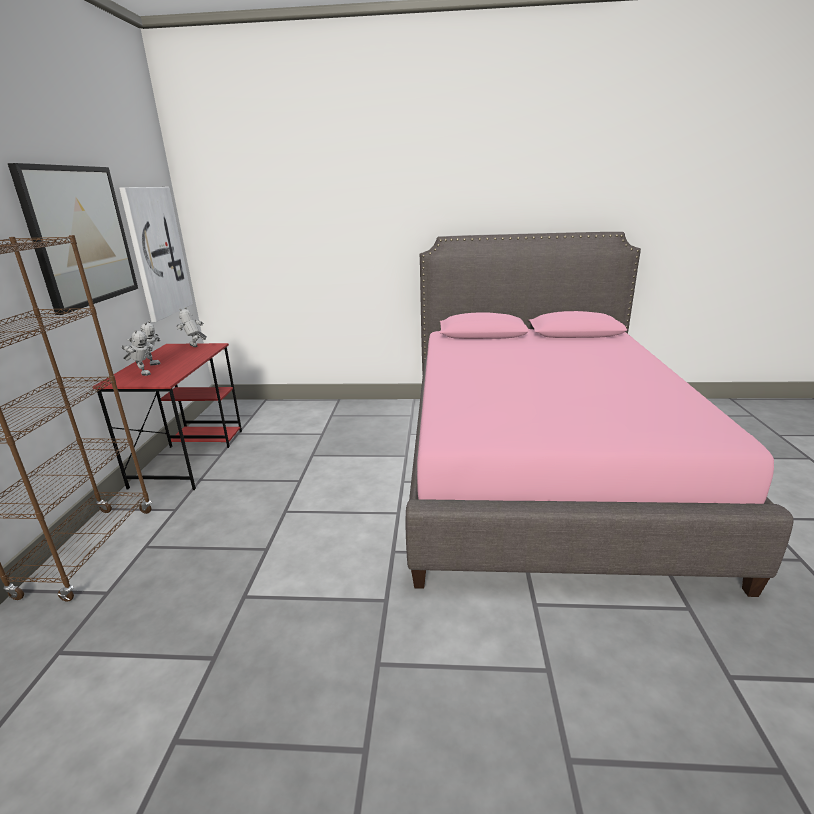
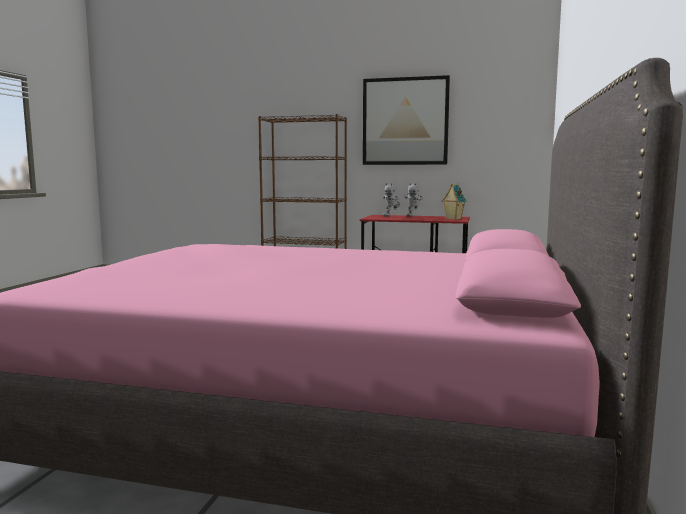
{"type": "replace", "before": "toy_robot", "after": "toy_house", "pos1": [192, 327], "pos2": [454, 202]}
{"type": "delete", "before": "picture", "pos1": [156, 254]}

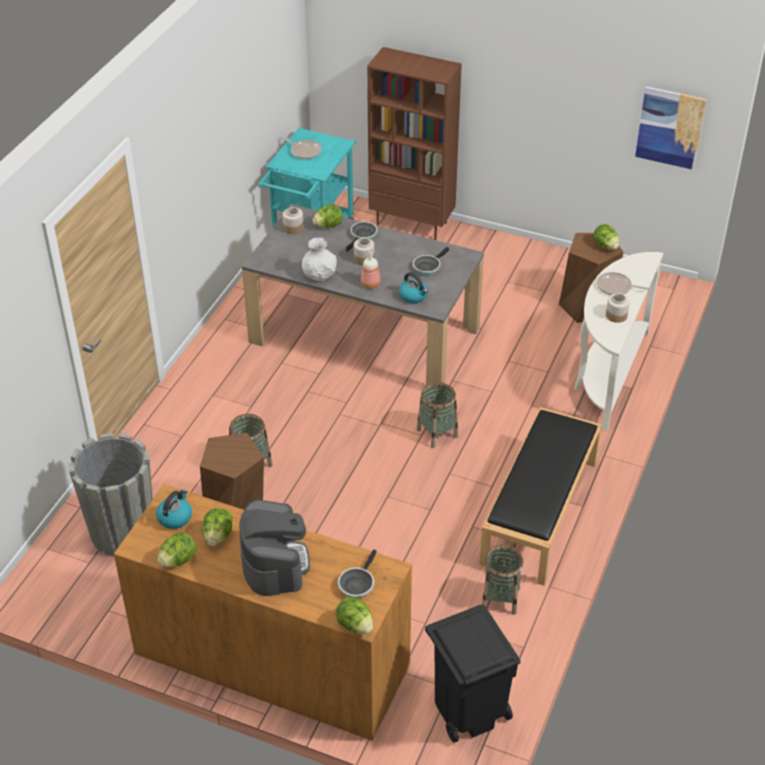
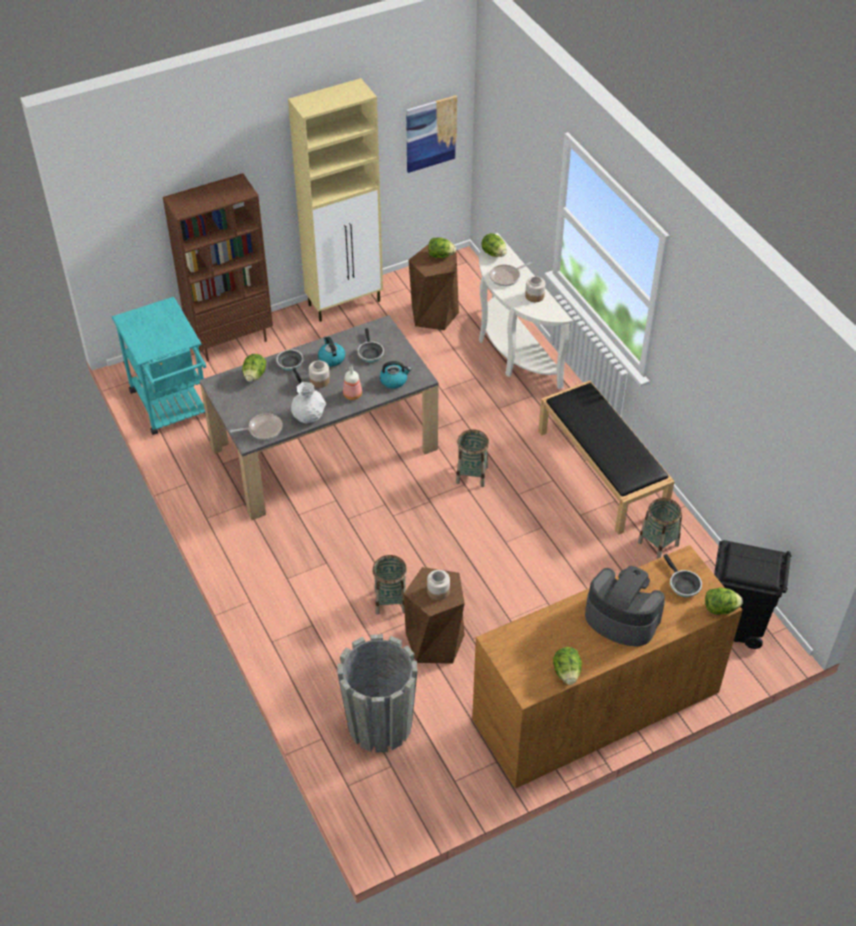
{"type": "move", "before": "frying_pan", "pos1": [301, 148], "pos2": [256, 426]}
{"type": "insert", "after": "beige_cabinet", "pos2": [335, 200]}
{"type": "move", "before": "kettle", "pos1": [174, 509], "pos2": [331, 351]}
{"type": "move", "before": "jar", "pos1": [293, 220], "pos2": [438, 585]}
{"type": "move", "before": "lettuce", "pos1": [217, 527], "pos2": [494, 245]}

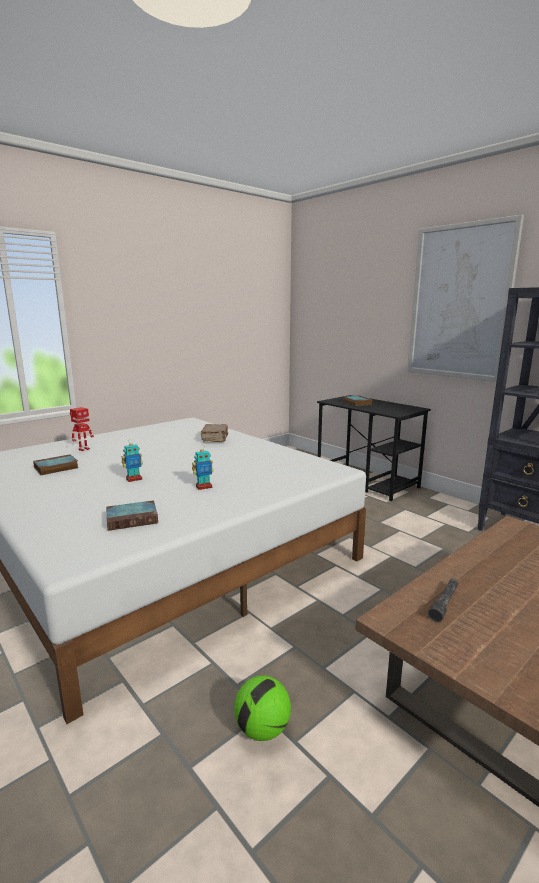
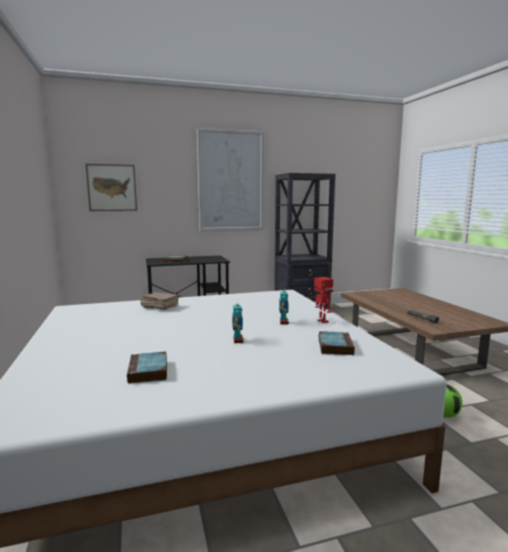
{"type": "insert", "after": "picture", "pos2": [111, 187]}
{"type": "move", "before": "toy_robot", "pos1": [82, 429], "pos2": [323, 300]}

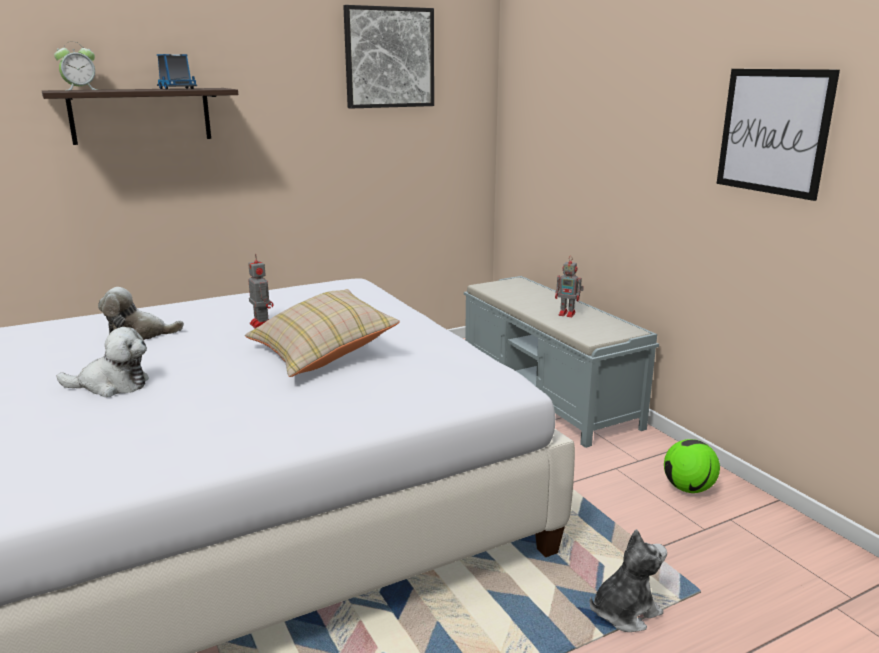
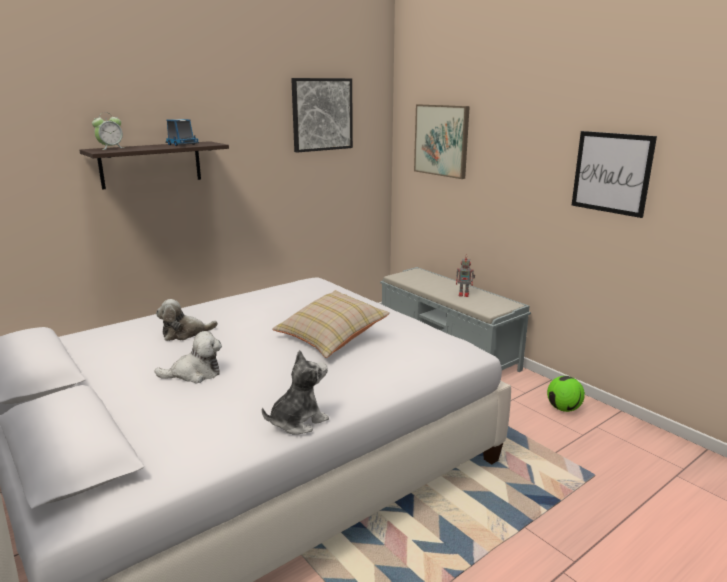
{"type": "move", "before": "plush_toy", "pos1": [628, 580], "pos2": [295, 392]}
{"type": "insert", "after": "picture", "pos2": [442, 141]}
{"type": "delete", "before": "toy_robot", "pos1": [261, 291]}

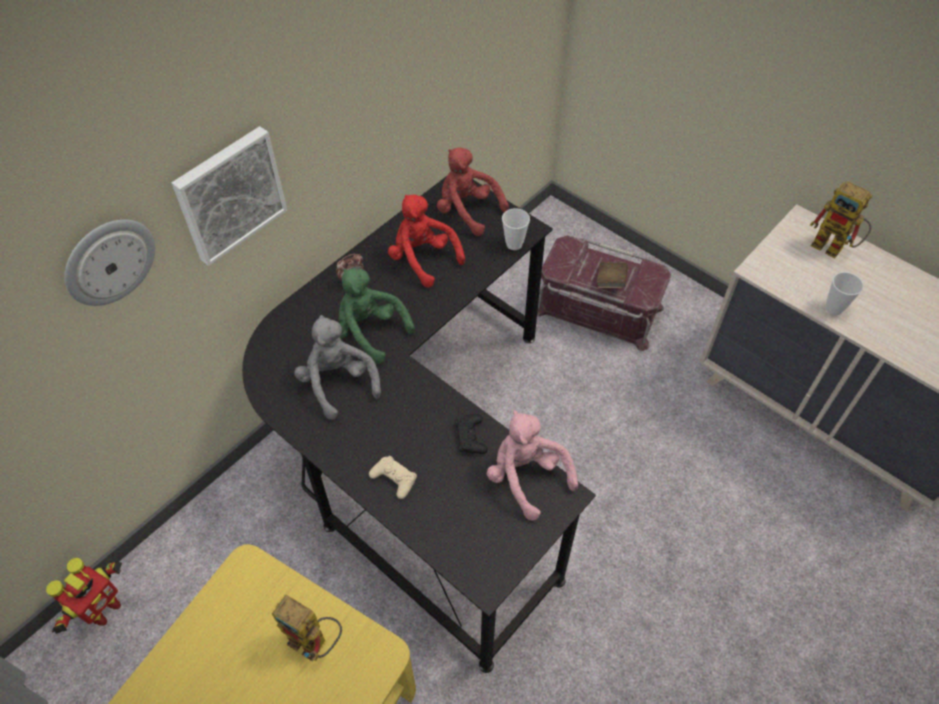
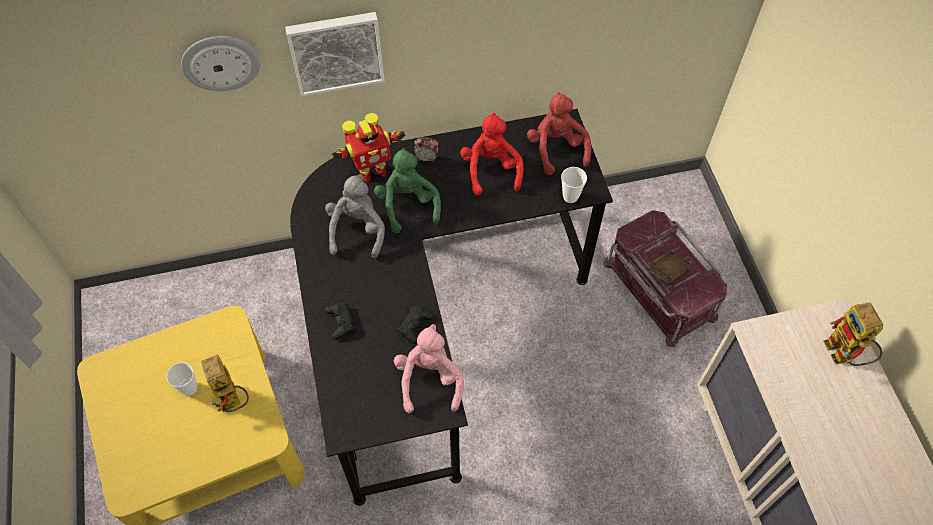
{"type": "move", "before": "cup", "pos1": [844, 293], "pos2": [181, 379]}
{"type": "recolor", "before": "beige_game_controller", "after": "black_game_controller", "pos1": [393, 477], "pos2": [340, 321]}
{"type": "move", "before": "toy_robot", "pos1": [84, 596], "pos2": [369, 147]}

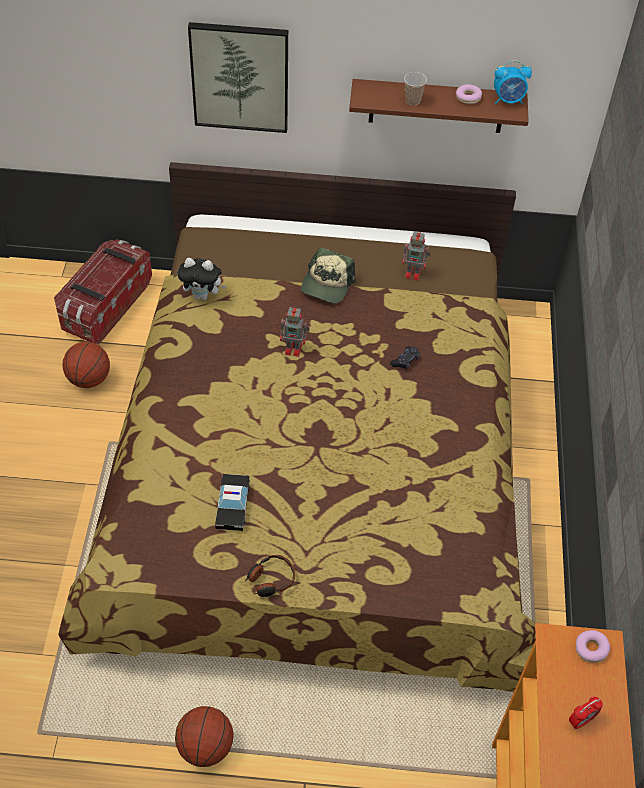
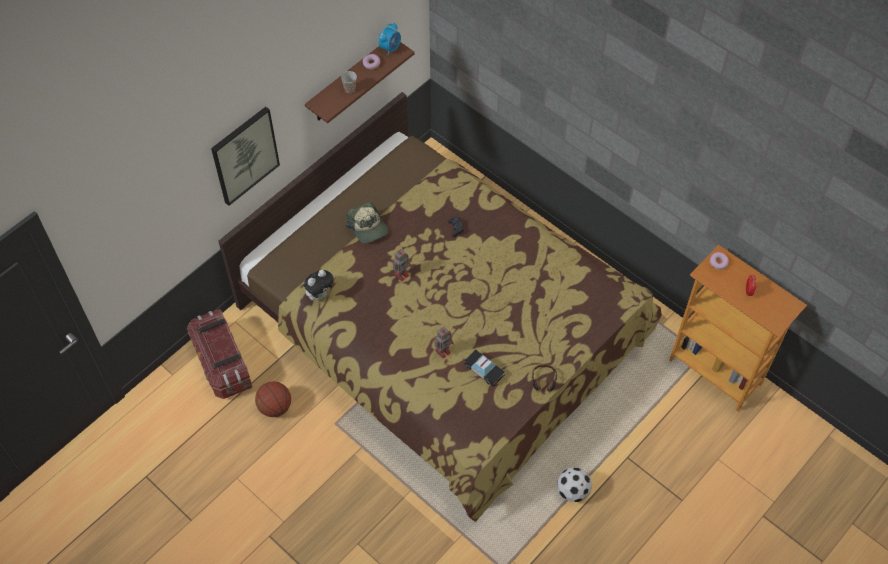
{"type": "move", "before": "toy_robot", "pos1": [416, 255], "pos2": [444, 342]}
{"type": "replace", "before": "basketball", "after": "football", "pos1": [204, 736], "pos2": [574, 485]}

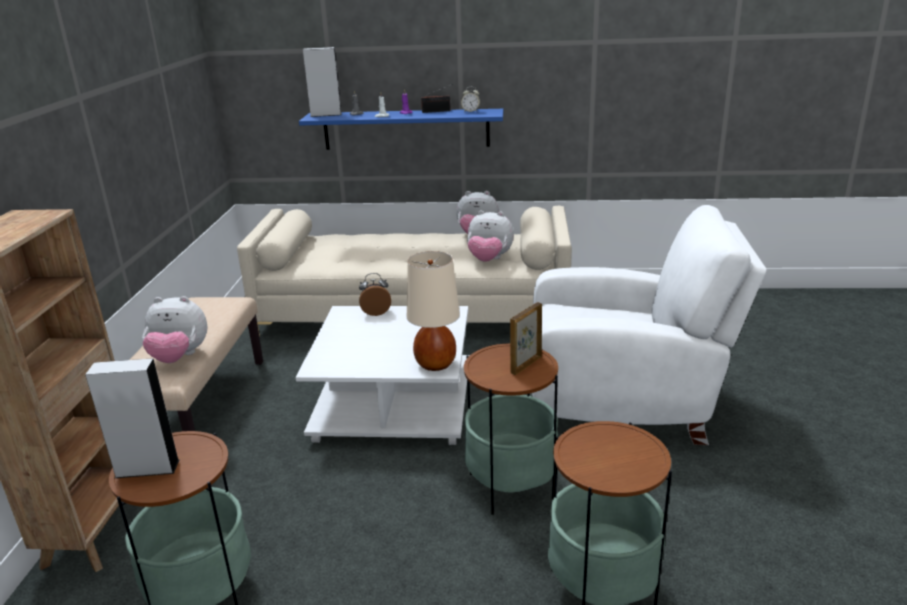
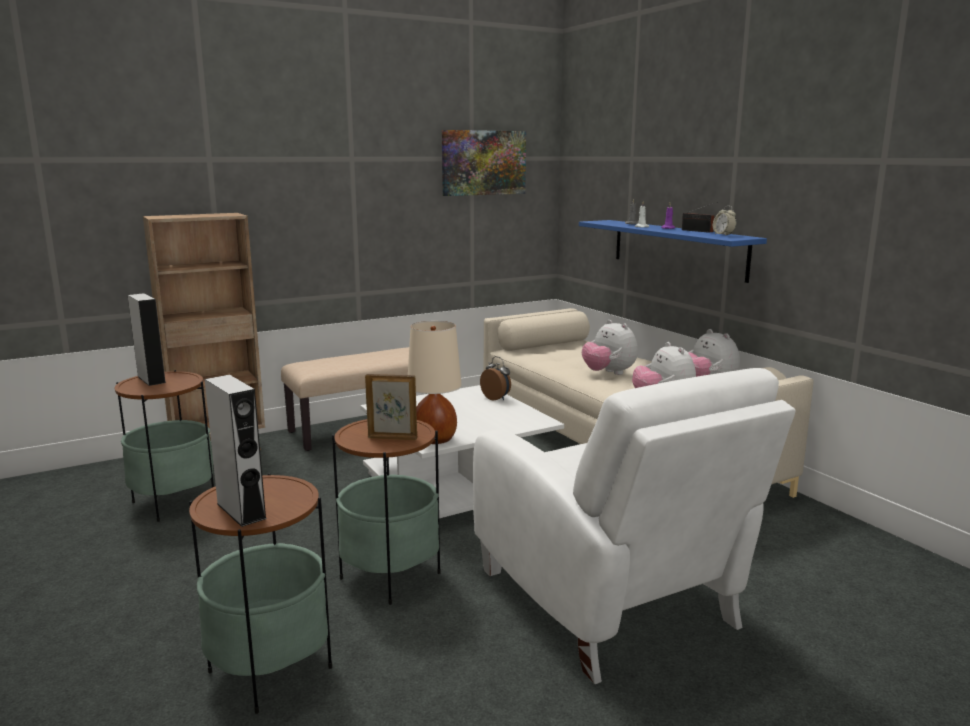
{"type": "move", "before": "grey_speaker", "pos1": [322, 82], "pos2": [236, 451]}
{"type": "insert", "after": "picture", "pos2": [484, 163]}
{"type": "move", "before": "plush_toy", "pos1": [174, 329], "pos2": [610, 347]}

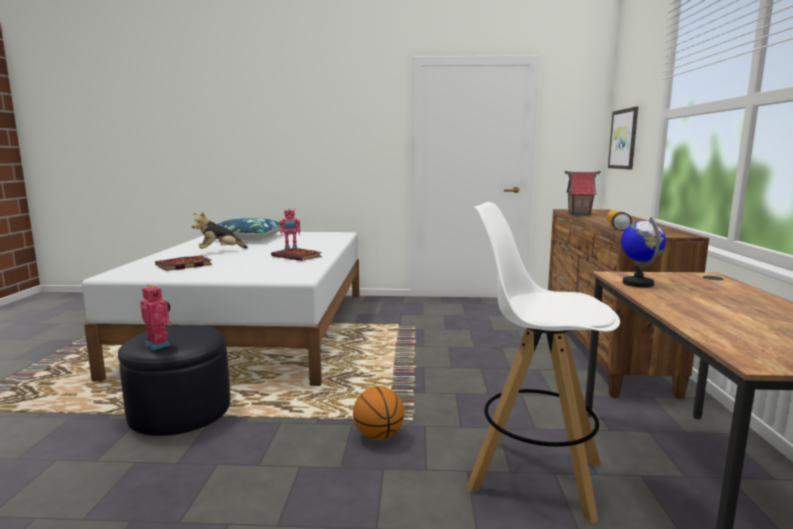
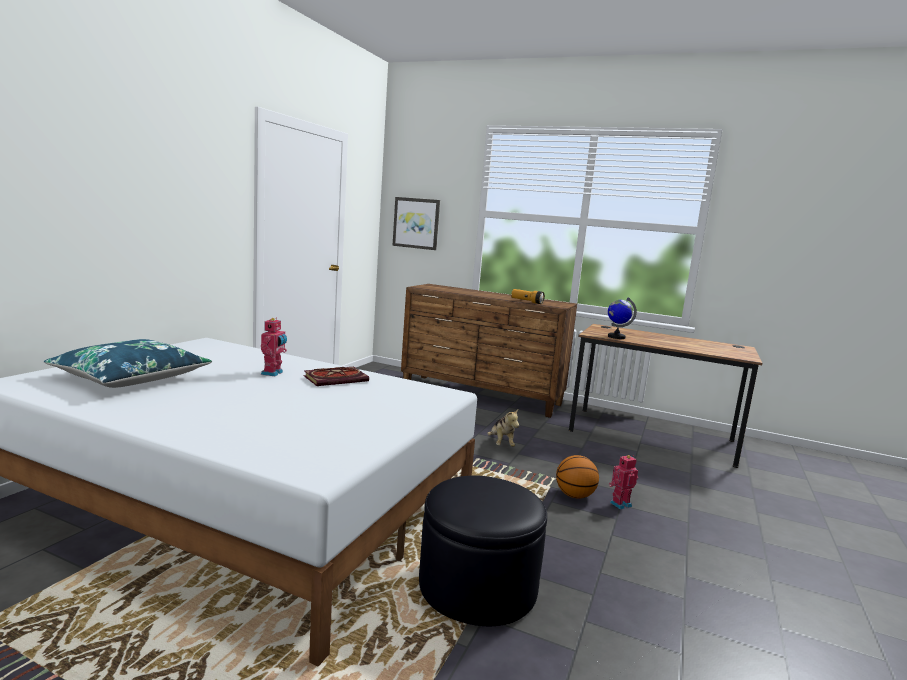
{"type": "move", "before": "plush_toy", "pos1": [220, 230], "pos2": [503, 427]}
{"type": "move", "before": "toy_robot", "pos1": [156, 317], "pos2": [623, 482]}
{"type": "delete", "before": "book", "pos1": [183, 263]}
{"type": "delete", "before": "white_stool", "pos1": [543, 362]}
{"type": "delete", "before": "toy_house", "pos1": [583, 193]}

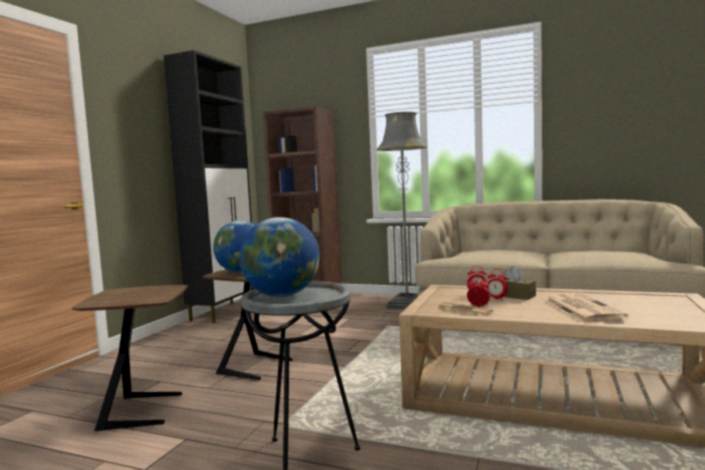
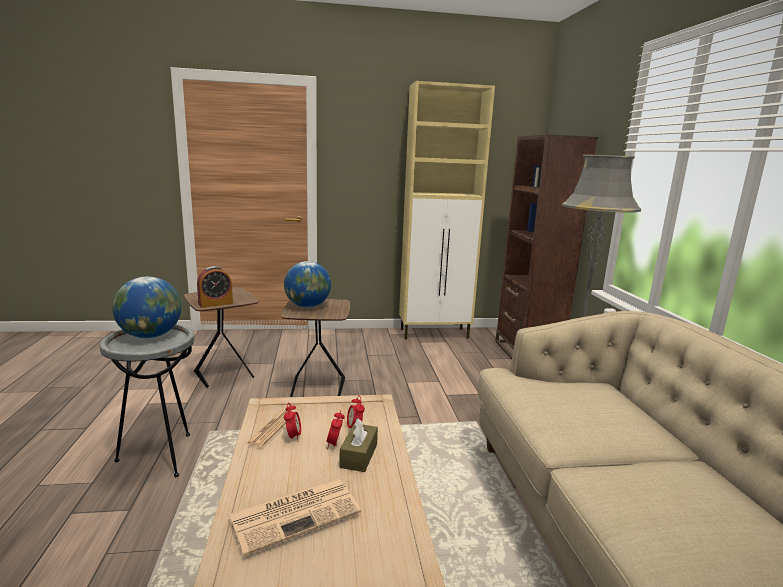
{"type": "insert", "after": "alarm_clock", "pos2": [215, 287]}
{"type": "recolor", "before": "black_cabinet", "after": "beige_cabinet", "pos1": [209, 186], "pos2": [447, 210]}

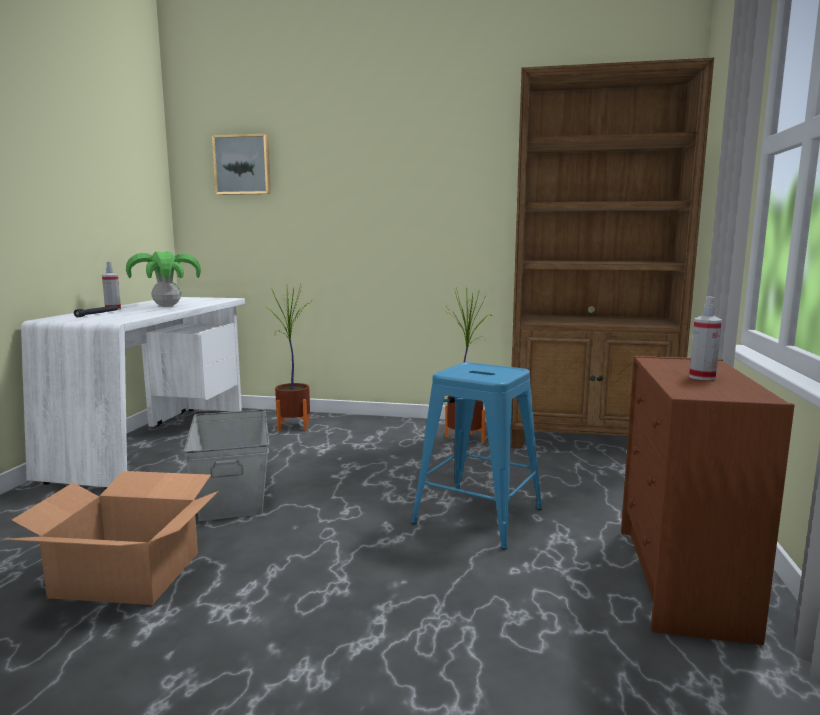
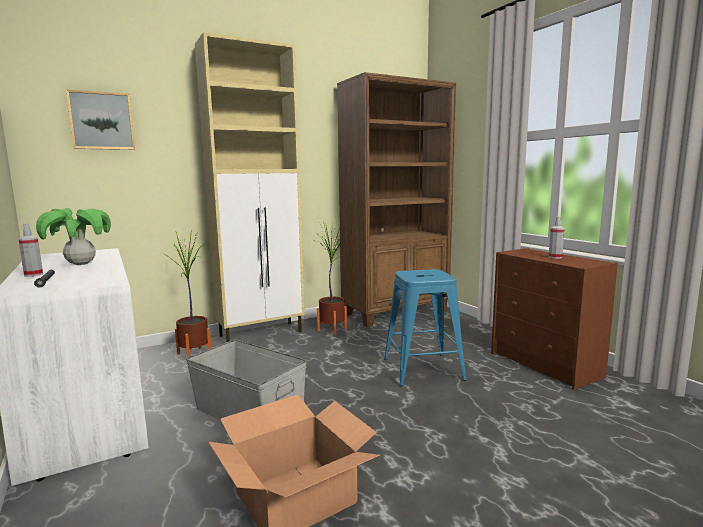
{"type": "insert", "after": "beige_cabinet", "pos2": [250, 187]}

